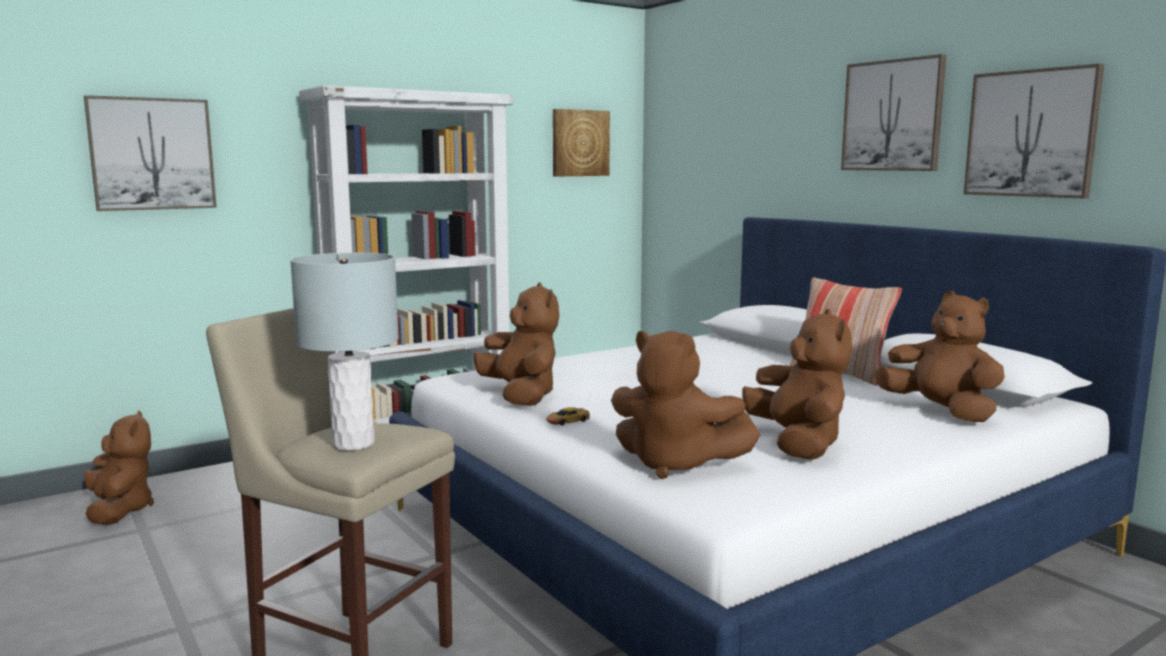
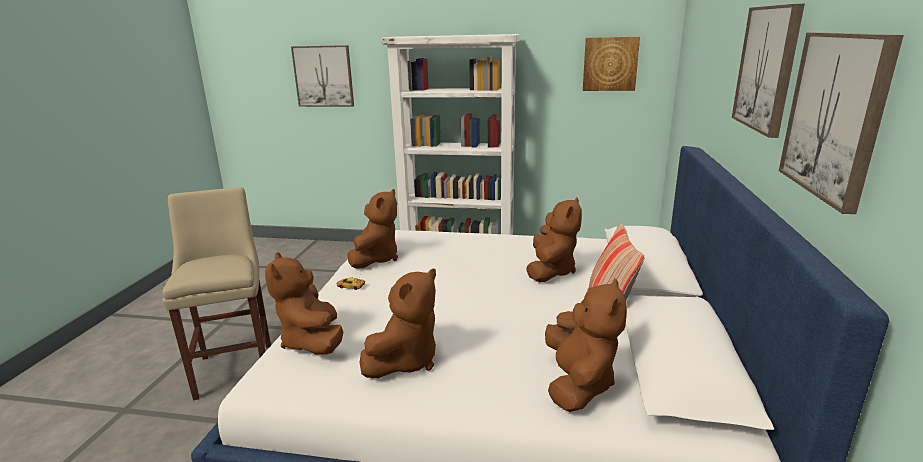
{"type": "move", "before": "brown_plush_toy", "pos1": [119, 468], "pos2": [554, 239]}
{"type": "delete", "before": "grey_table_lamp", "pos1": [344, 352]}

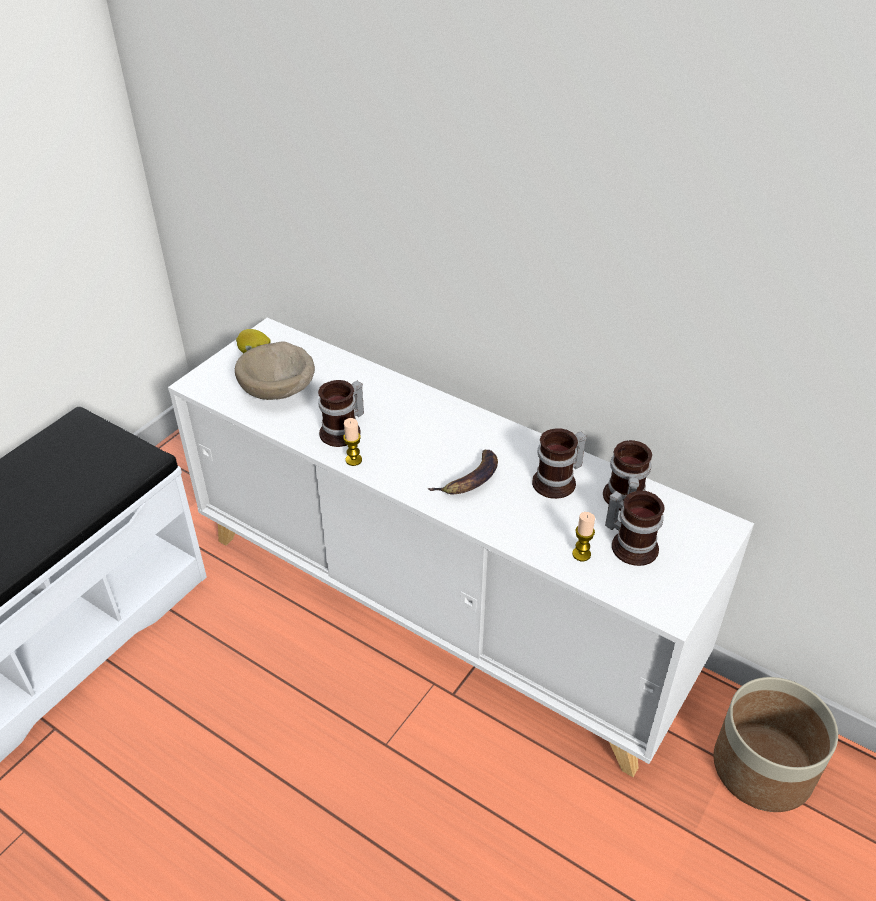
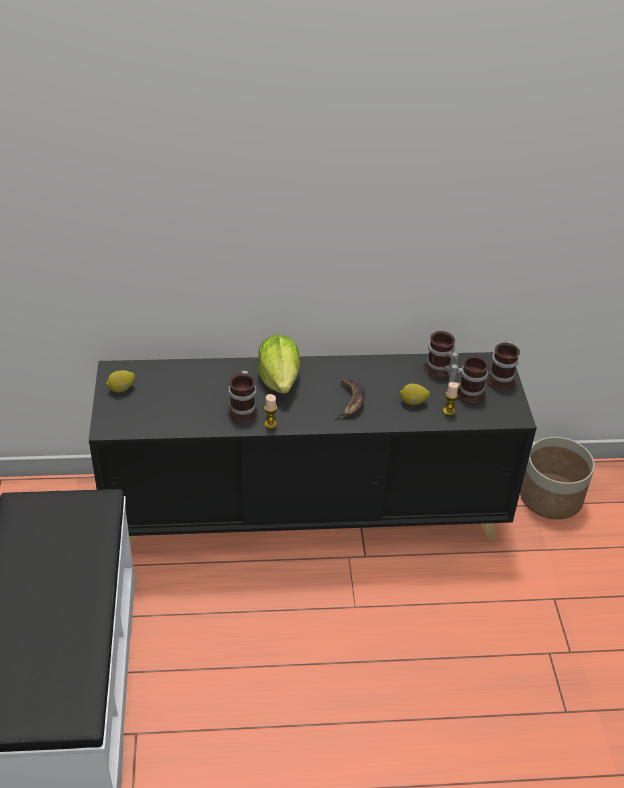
{"type": "recolor", "before": "white_cabinet", "after": "black_cabinet", "pos1": [461, 547], "pos2": [313, 449]}
{"type": "insert", "after": "lettuce", "pos2": [278, 364]}
{"type": "insert", "after": "lemon", "pos2": [414, 394]}
{"type": "move", "before": "mug", "pos1": [559, 463], "pos2": [503, 365]}
{"type": "delete", "before": "beige_bowl", "pos1": [275, 370]}

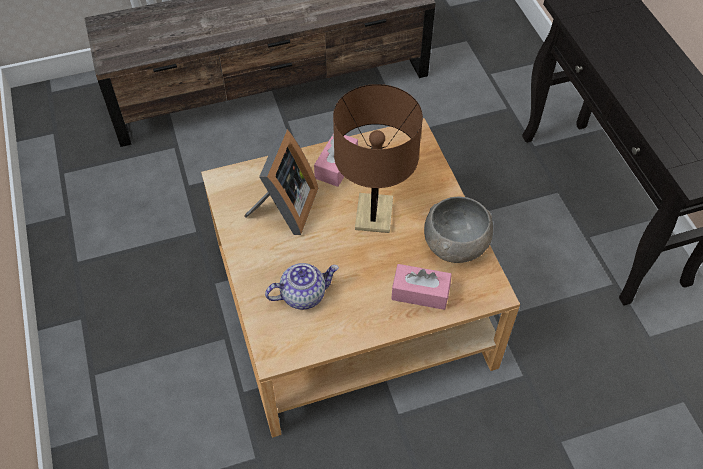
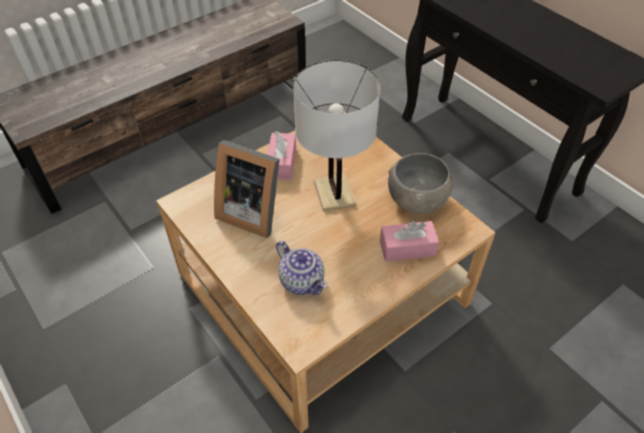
{"type": "rotate", "before": "picture_frame", "pos1": [281, 182], "pos2": [246, 189], "turn": 120}
{"type": "rotate", "before": "teapot", "pos1": [302, 286], "pos2": [302, 268], "turn": 90}
{"type": "recolor", "before": "brown_table_lamp", "after": "white_table_lamp", "pos1": [378, 158], "pos2": [337, 136]}

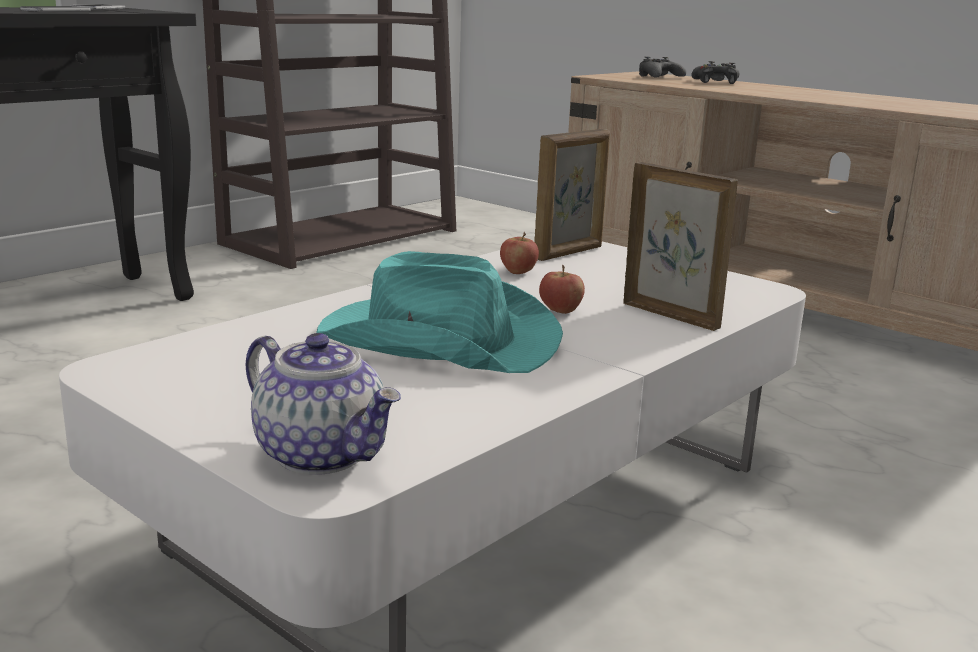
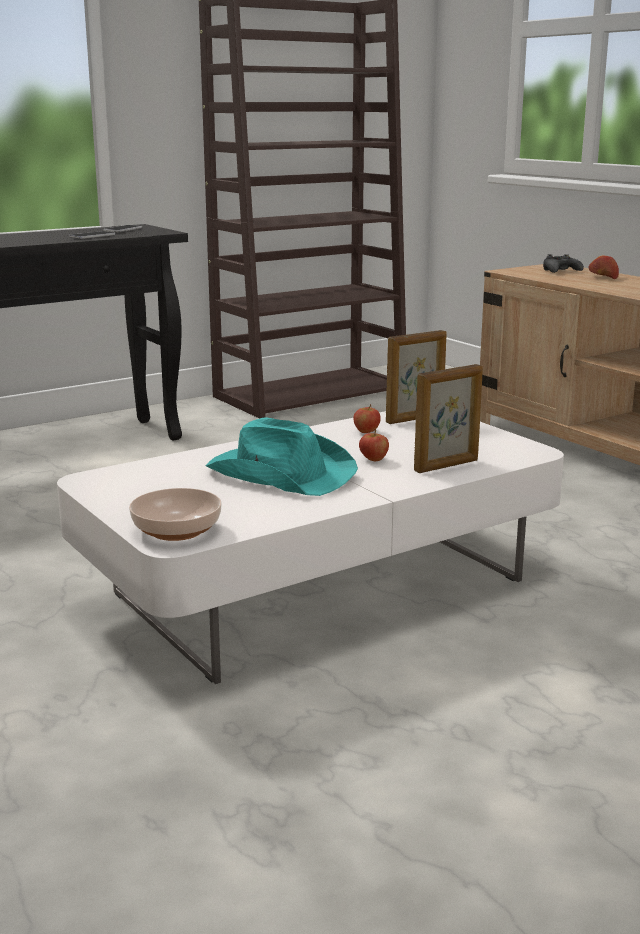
{"type": "replace", "before": "teapot", "after": "bowl", "pos1": [323, 404], "pos2": [175, 514]}
{"type": "rotate", "before": "picture_frame", "pos1": [680, 246], "pos2": [448, 418], "turn": 90}
{"type": "replace", "before": "black_game_controller", "after": "apple", "pos1": [715, 72], "pos2": [604, 267]}

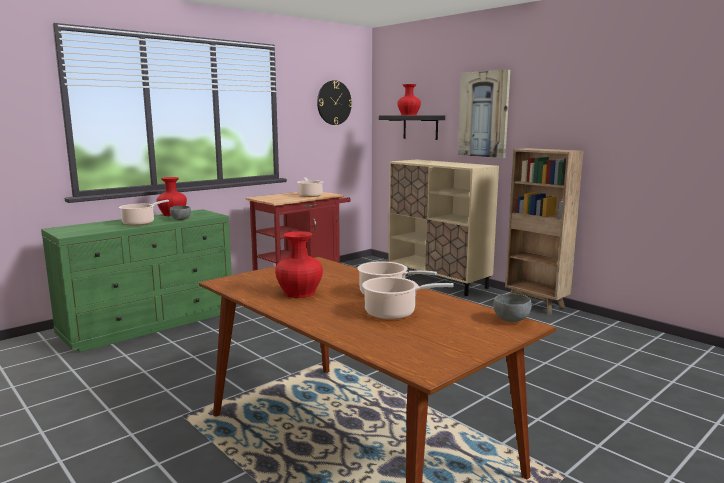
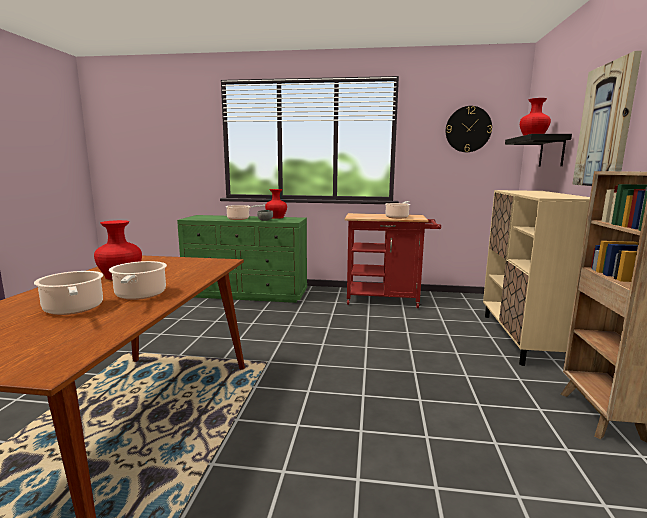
{"type": "delete", "before": "grey_bowl", "pos1": [512, 308]}

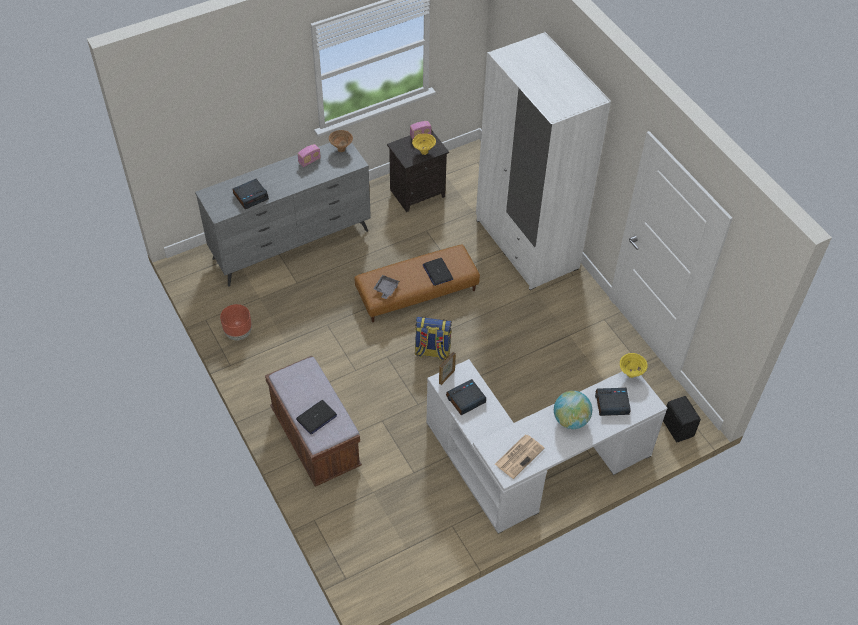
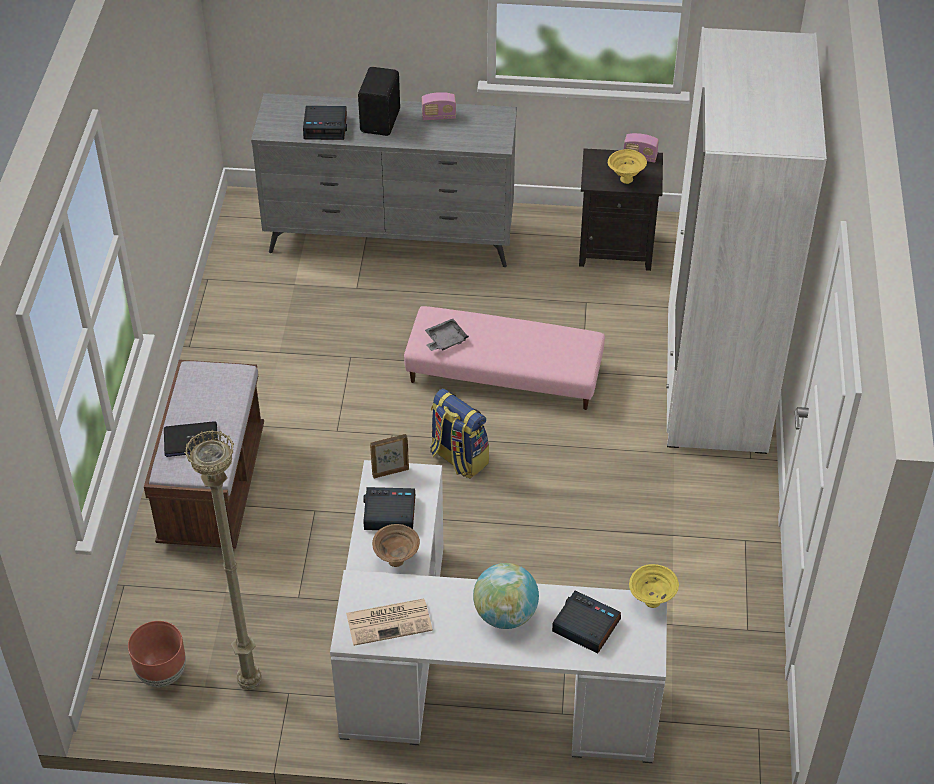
{"type": "move", "before": "brown_planter", "pos1": [236, 322], "pos2": [157, 654]}
{"type": "insert", "after": "beige_floor_lamp", "pos2": [223, 560]}
{"type": "move", "before": "black_speaker", "pos1": [682, 419], "pos2": [379, 101]}
{"type": "move", "before": "brown_bowl", "pos1": [341, 141], "pos2": [396, 545]}
{"type": "recolor", "before": "brown_ottoman", "after": "pink_ottoman", "pos1": [417, 283], "pos2": [504, 358]}
{"type": "delete", "before": "laptop", "pos1": [438, 272]}

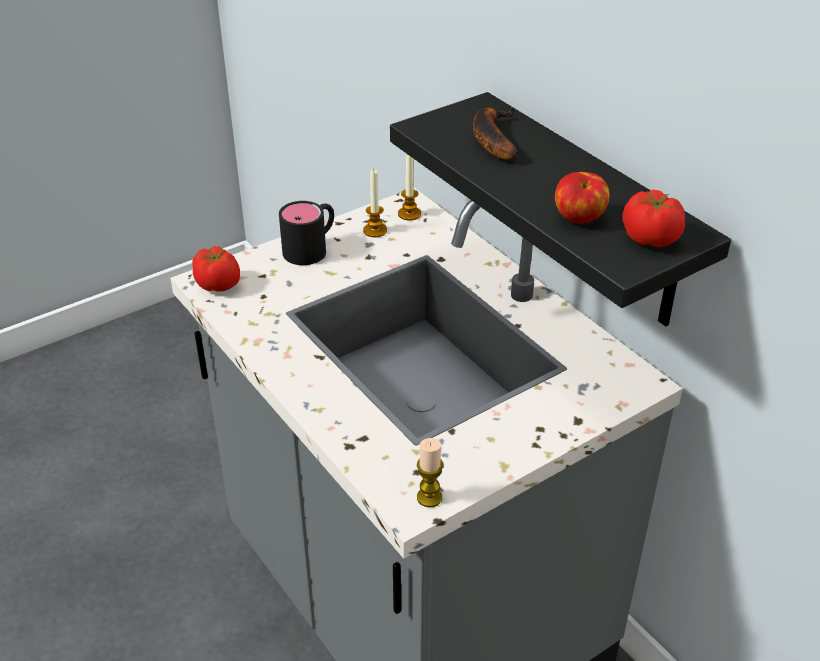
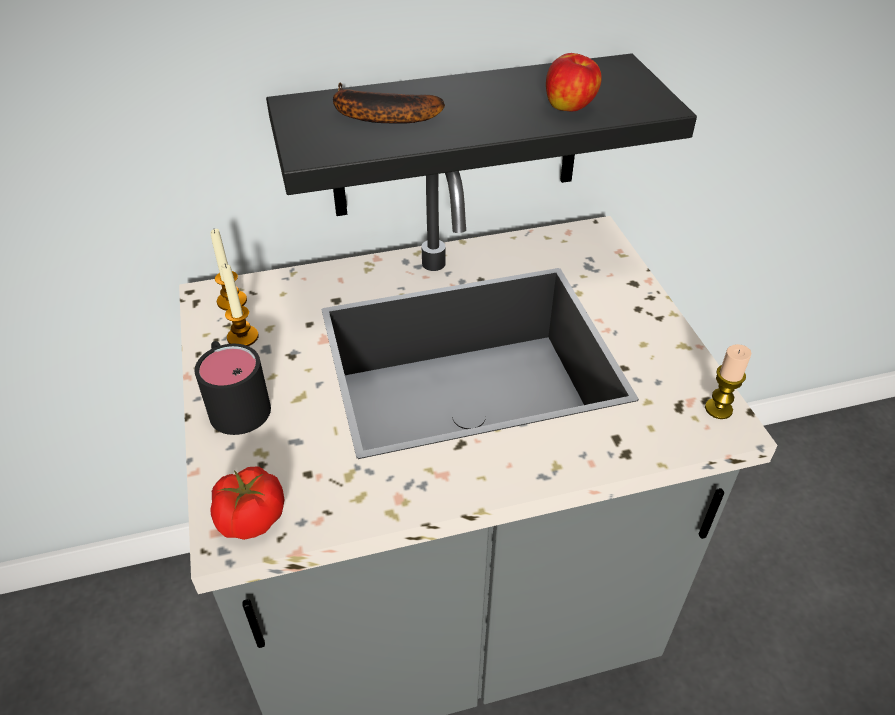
{"type": "delete", "before": "tomato", "pos1": [653, 218]}

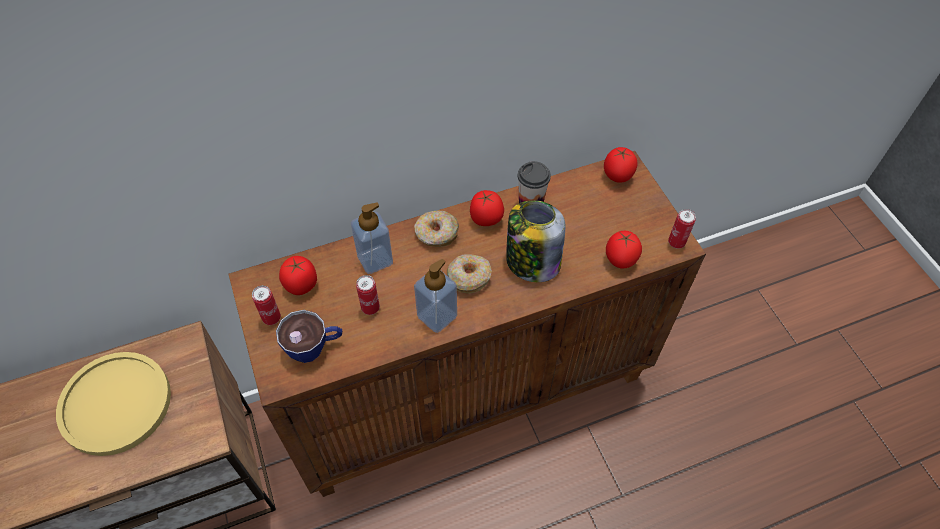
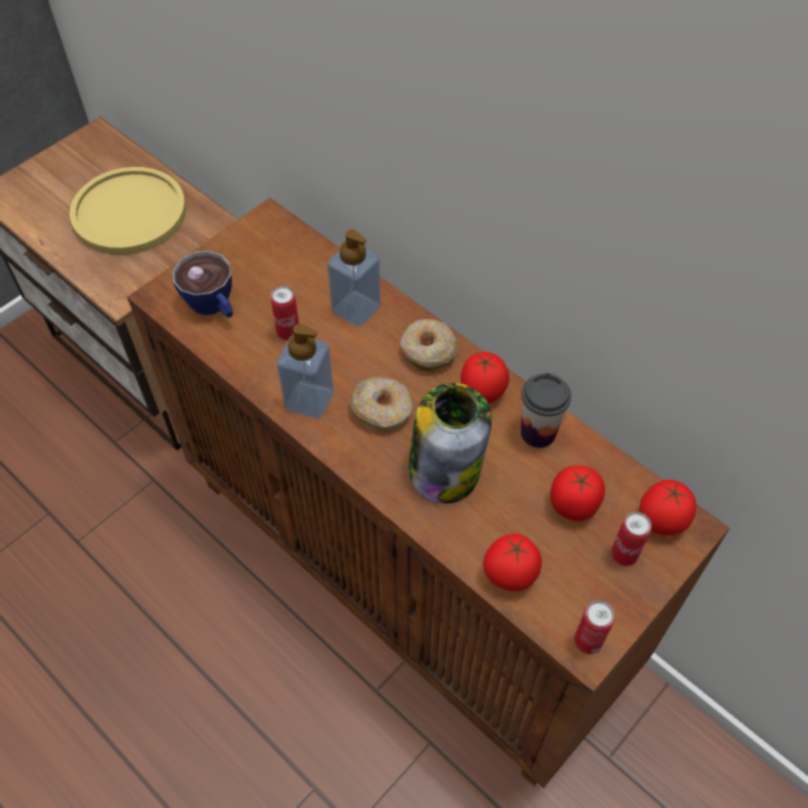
{"type": "move", "before": "tomato", "pos1": [298, 275], "pos2": [577, 493]}
{"type": "move", "before": "can", "pos1": [266, 305], "pos2": [631, 539]}

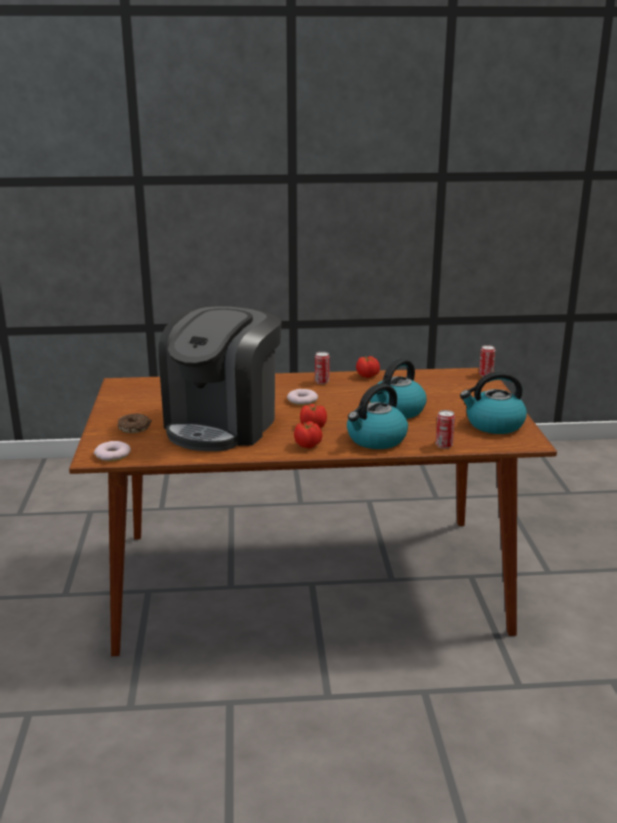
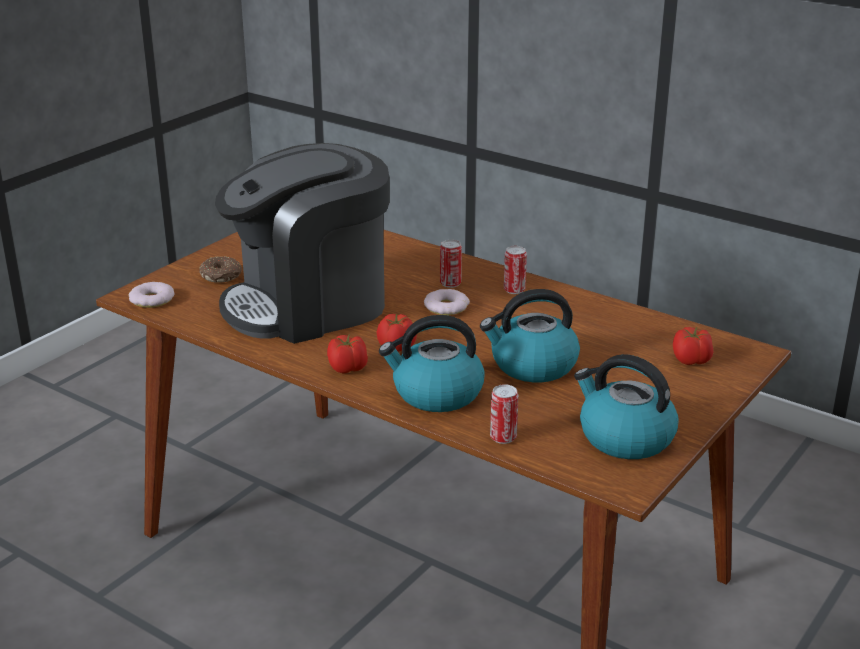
{"type": "move", "before": "can", "pos1": [487, 360], "pos2": [451, 264]}
{"type": "move", "before": "tomato", "pos1": [368, 367], "pos2": [693, 346]}

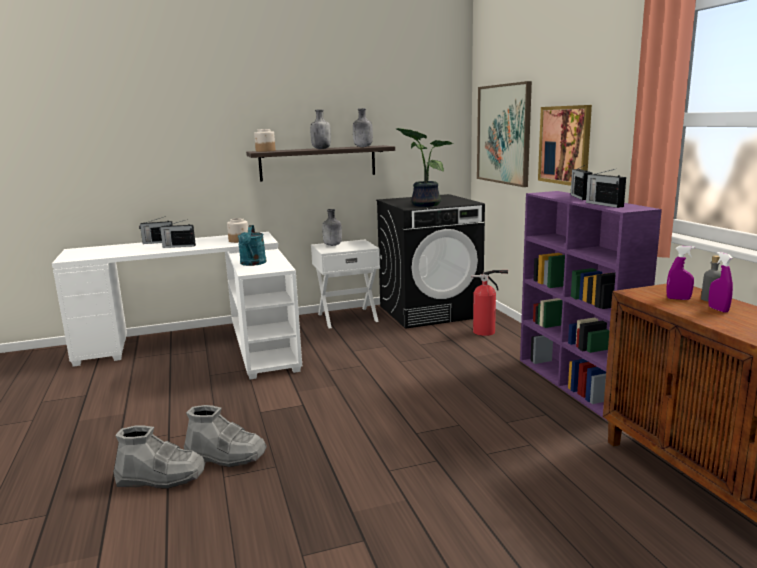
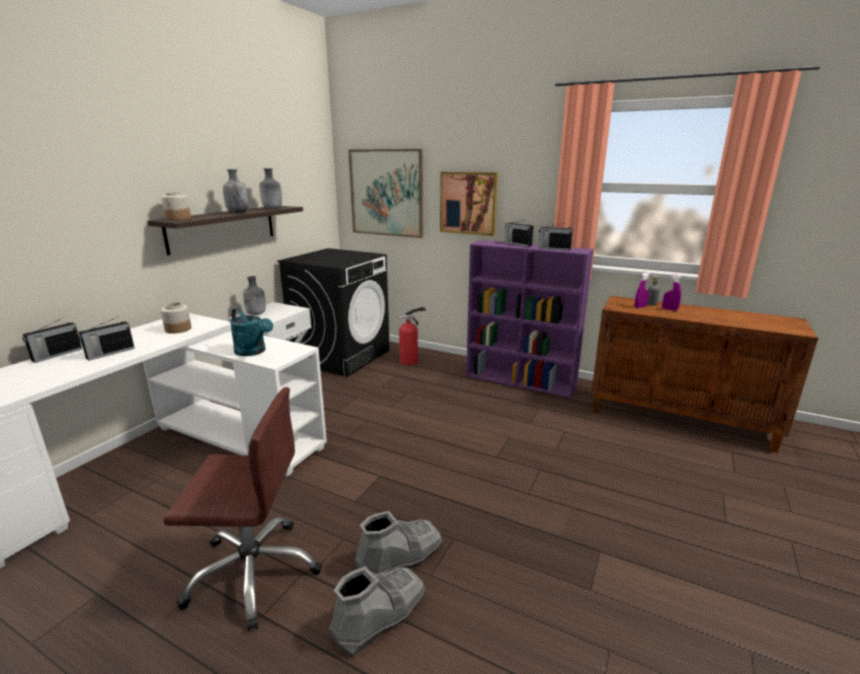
{"type": "insert", "after": "brown_office_chair", "pos2": [242, 509]}
{"type": "delete", "before": "potted_plant", "pos1": [424, 167]}

